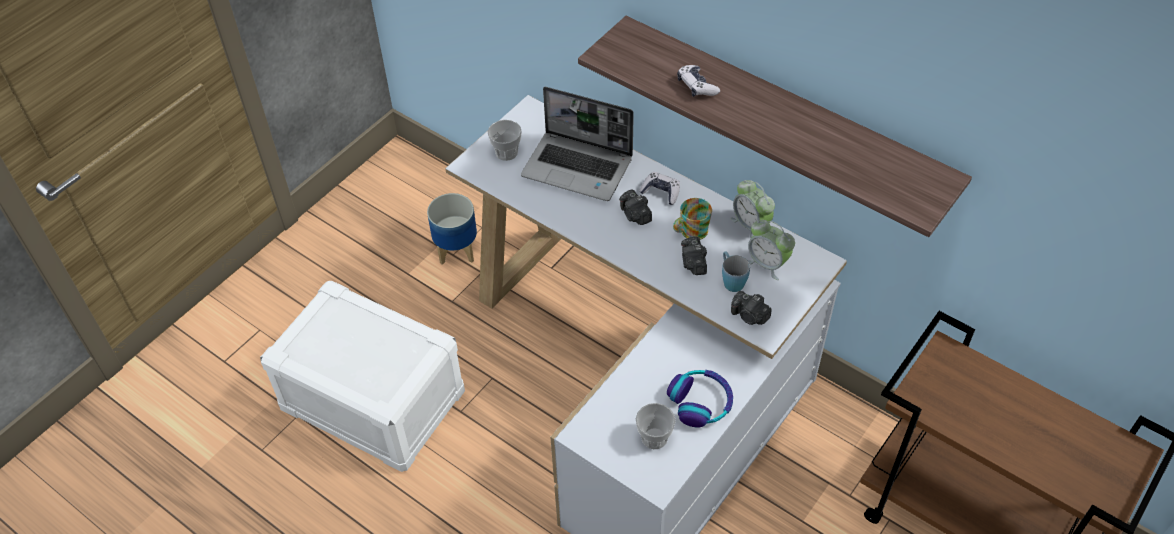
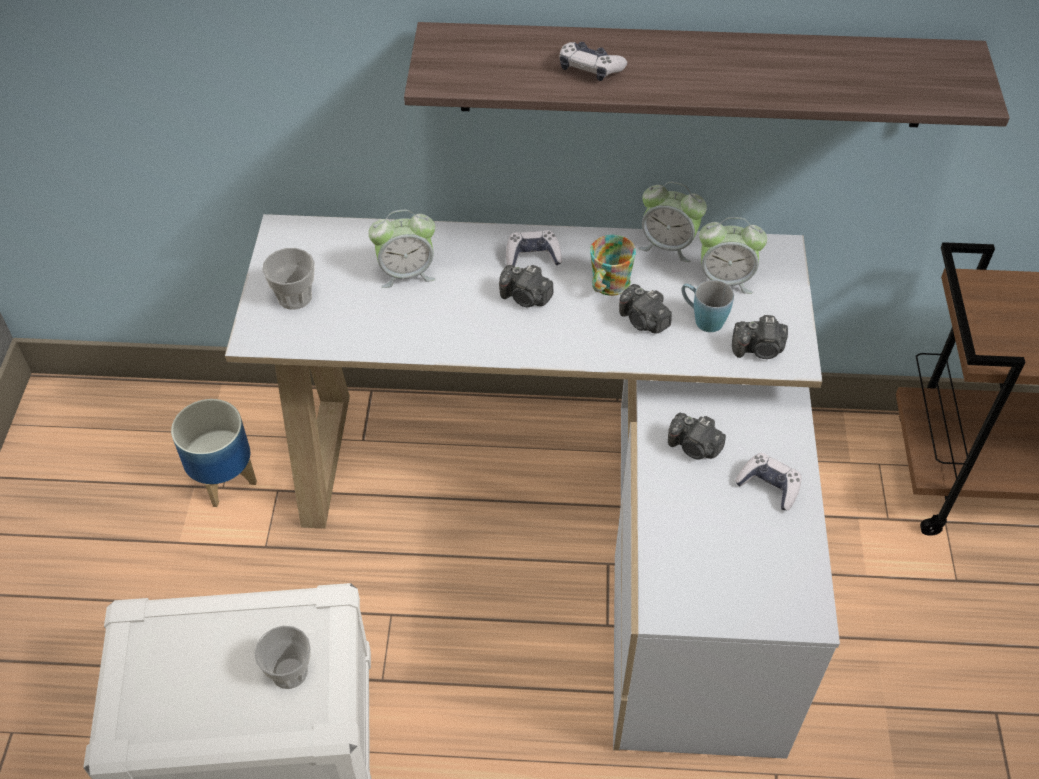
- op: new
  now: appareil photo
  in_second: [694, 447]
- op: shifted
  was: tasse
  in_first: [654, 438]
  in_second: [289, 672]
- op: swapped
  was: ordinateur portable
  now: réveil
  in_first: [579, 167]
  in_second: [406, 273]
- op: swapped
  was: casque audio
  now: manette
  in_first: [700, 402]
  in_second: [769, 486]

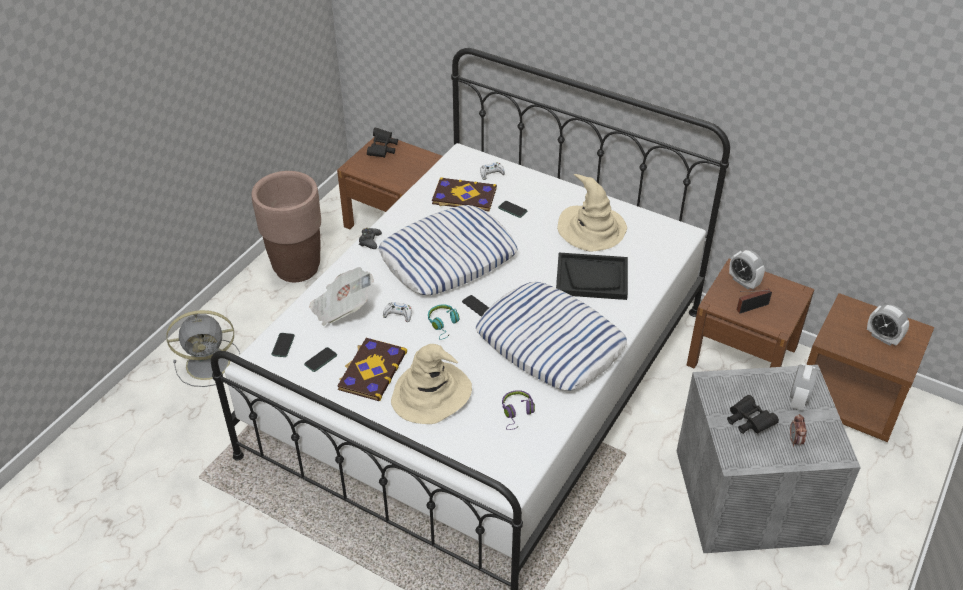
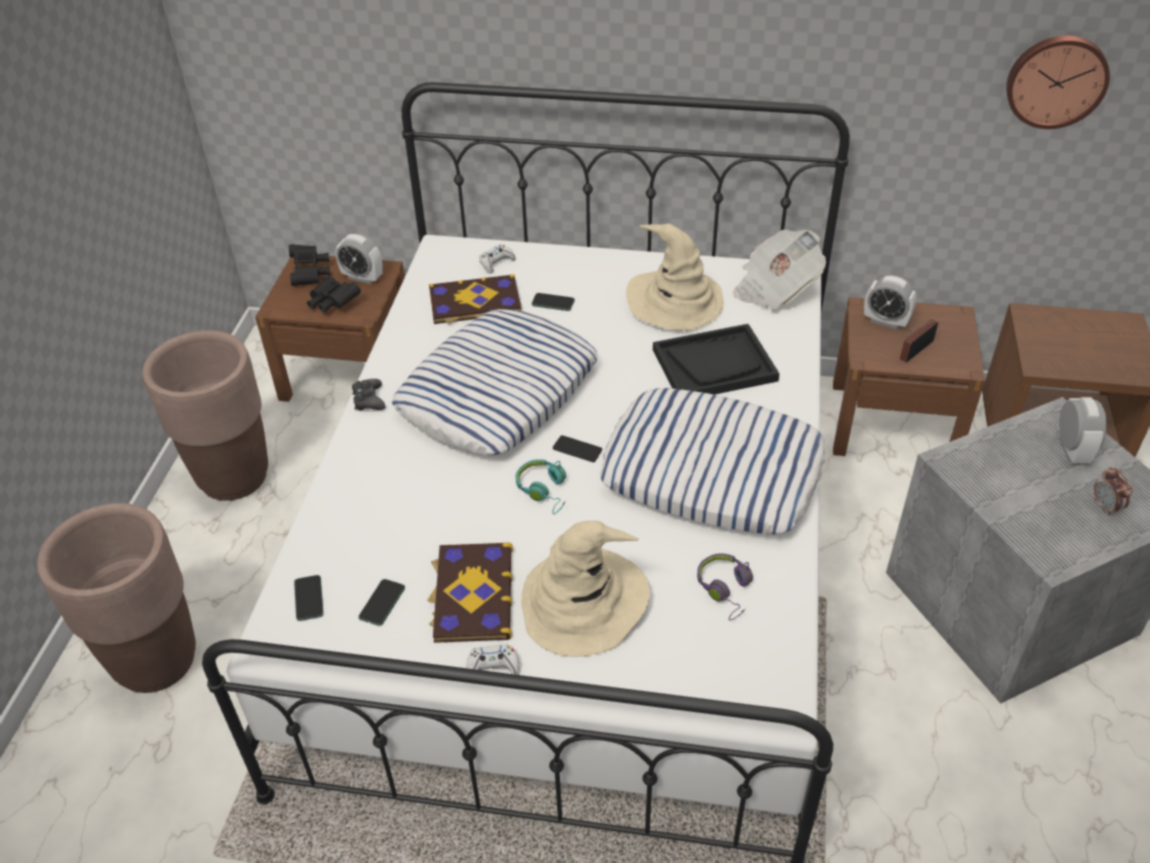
- op: new
  now: horloge murale
  in_second: [1056, 80]
- op: shifted
  was: journal
  in_first: [342, 308]
  in_second: [775, 288]
- op: shifted
  was: manette [blanc]
  in_first: [398, 314]
  in_second: [493, 667]
- op: shifted
  was: jumelles [noir]
  in_first: [748, 422]
  in_second: [332, 303]
- op: shifted
  was: réveil
  in_first: [883, 337]
  in_second: [362, 277]
- op: swapped
  was: ventilateur [gris]
  now: cache-pot [marron]
  in_first: [210, 363]
  in_second: [156, 661]

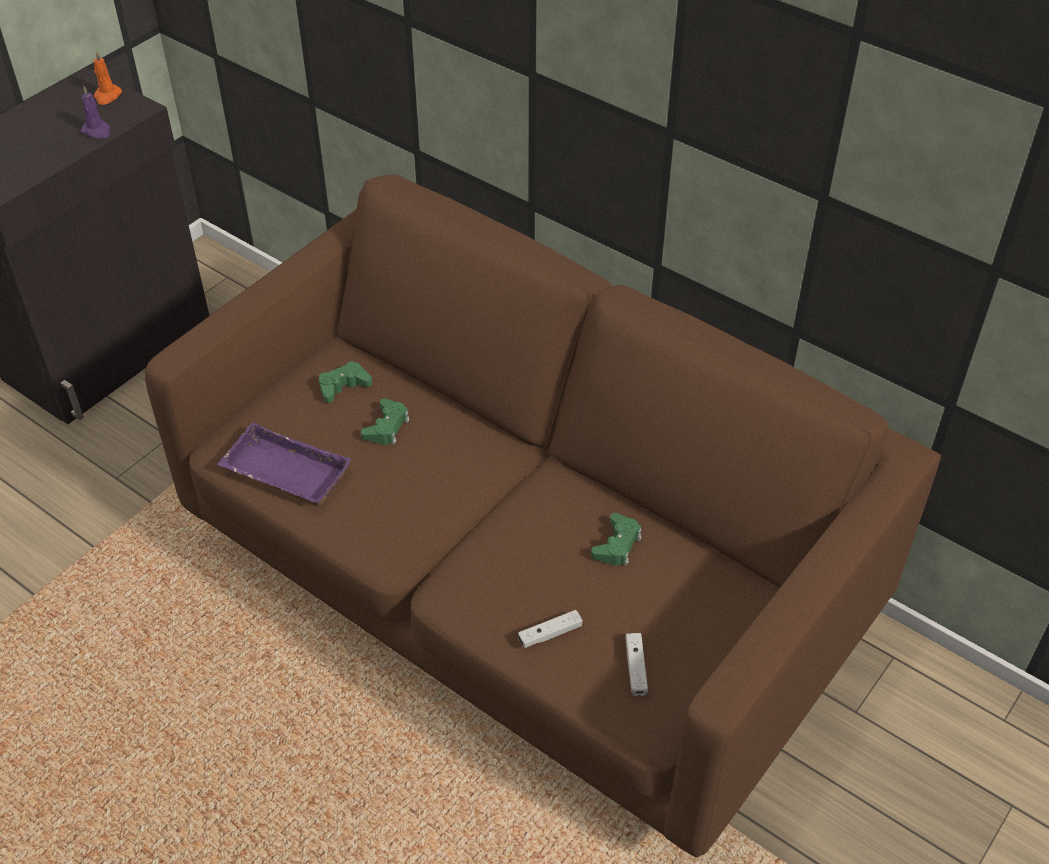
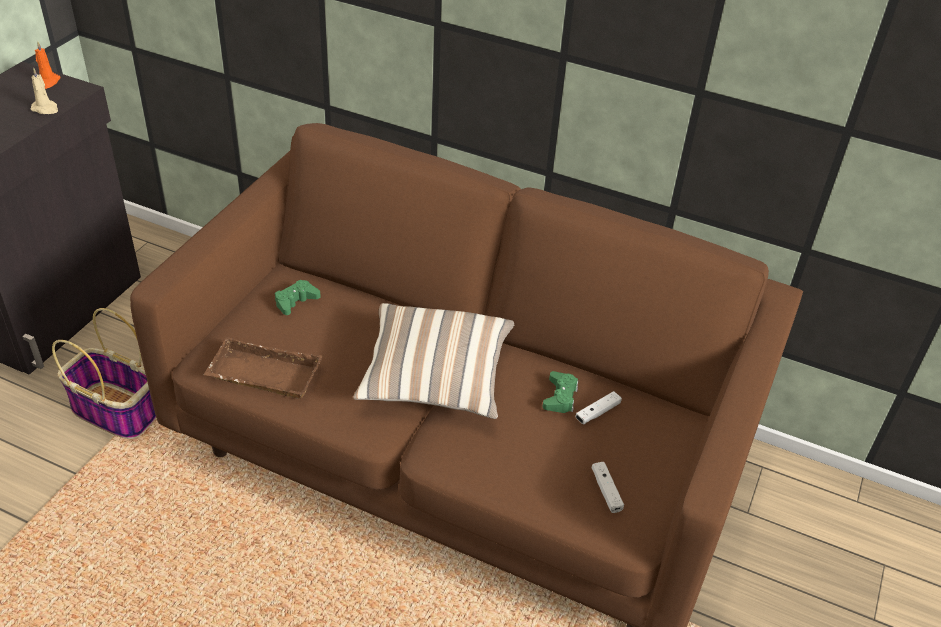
- op: gone
  was: manette [vert]
  in_first: [386, 427]
- op: new
  now: panier
  in_second: [117, 412]
- op: new
  now: coussin
  in_second: [435, 379]
- op: shifted
  was: manette [blanc]
  in_first: [550, 634]
  in_second: [597, 412]
- op: repainted
  was: bougie [violet]
  now: bougie [beige]
  in_first: [97, 131]
  in_second: [45, 109]
- op: repainted
  was: plateau [violet]
  now: plateau [marron]
  in_first: [283, 474]
  in_second: [262, 376]

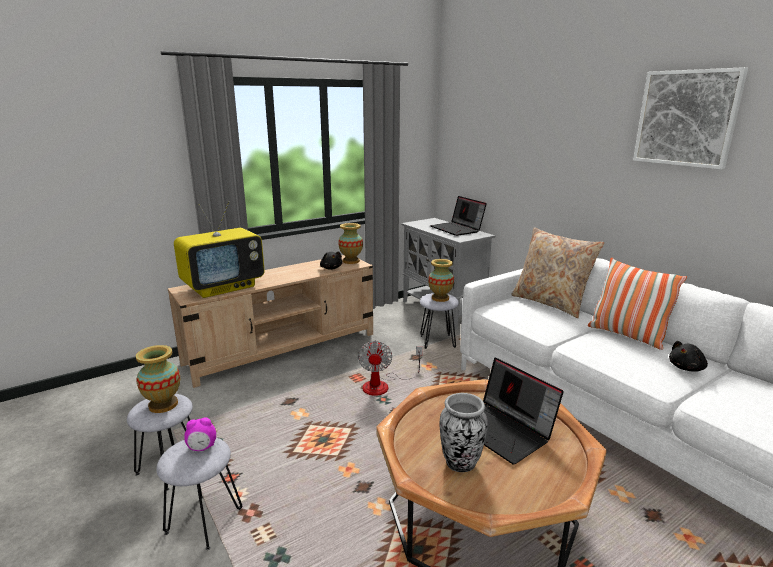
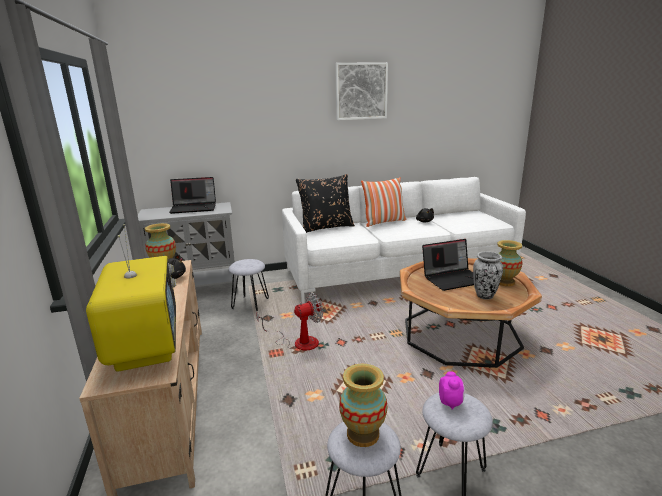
- op: shifted
  was: vase
  in_first: [440, 298]
  in_second: [504, 282]
- op: repainted
  was: coussin [beige]
  now: coussin [noir]
  in_first: [550, 303]
  in_second: [326, 227]
- op: rotated
  was: ventilateur
  in_first: [383, 385]
  in_second: [298, 342]
  clockwise: -45

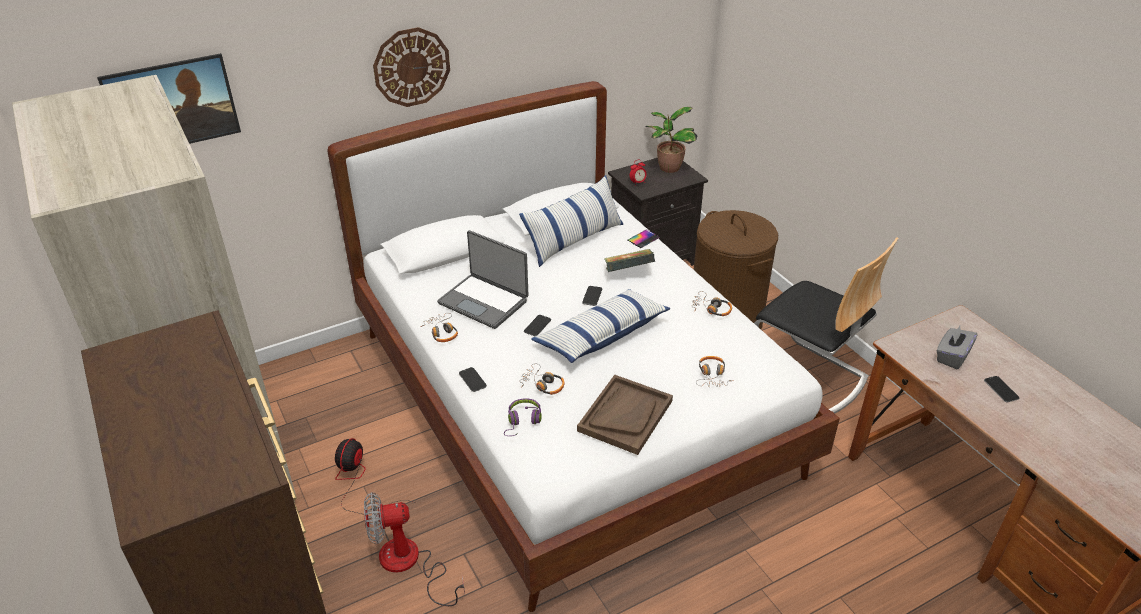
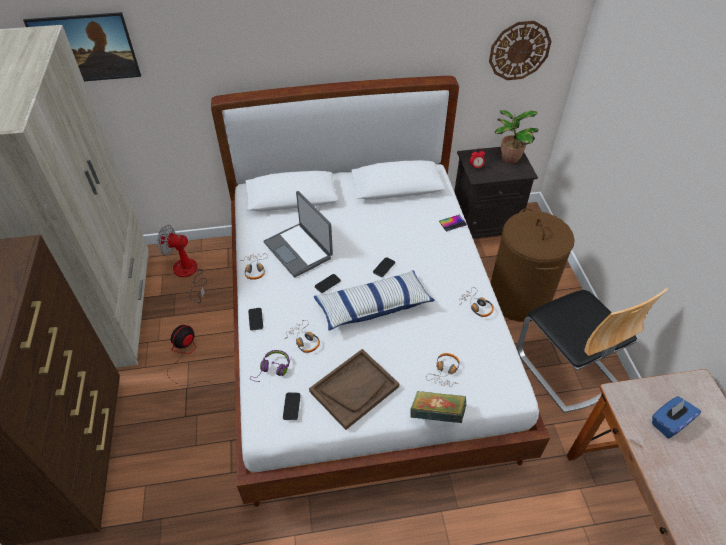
- op: gone
  was: coussin
  in_first: [574, 240]
- op: shifted
  was: ventilateur
  in_first: [409, 564]
  in_second: [188, 274]
- op: shifted
  was: horloge murale
  in_first: [411, 67]
  in_second: [519, 50]
- op: shifted
  was: livre
  in_first: [628, 273]
  in_second: [437, 415]
- op: shifted
  was: téléphone
  in_first: [1001, 389]
  in_second: [291, 406]
- op: repainted
  was: boîte à mouchoirs [gris]
  now: boîte à mouchoirs [bleu]
  in_first: [952, 356]
  in_second: [669, 422]

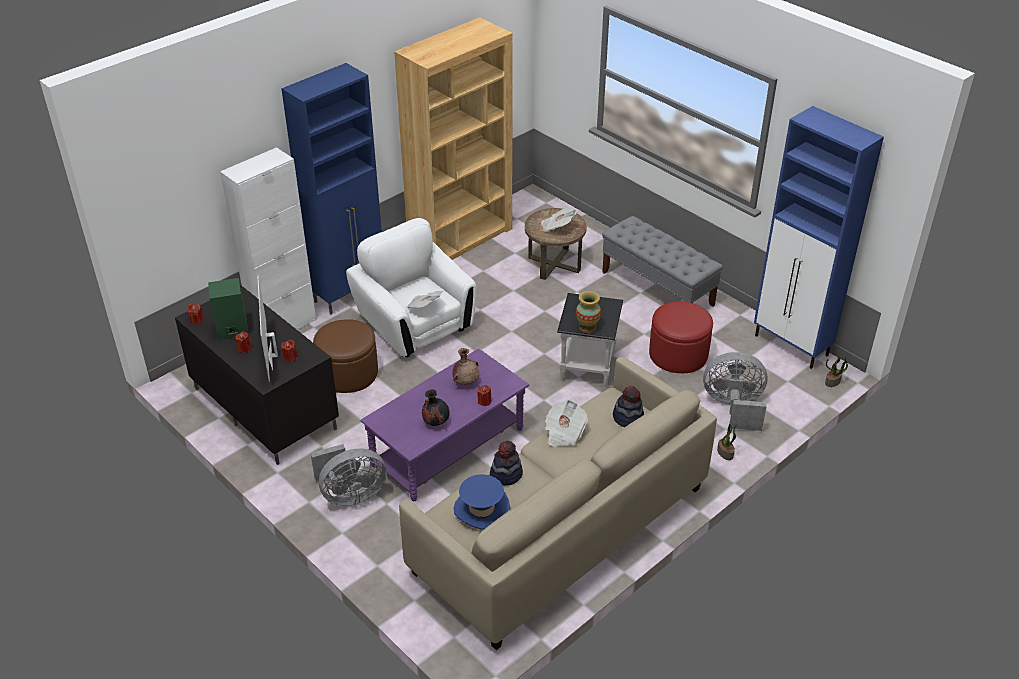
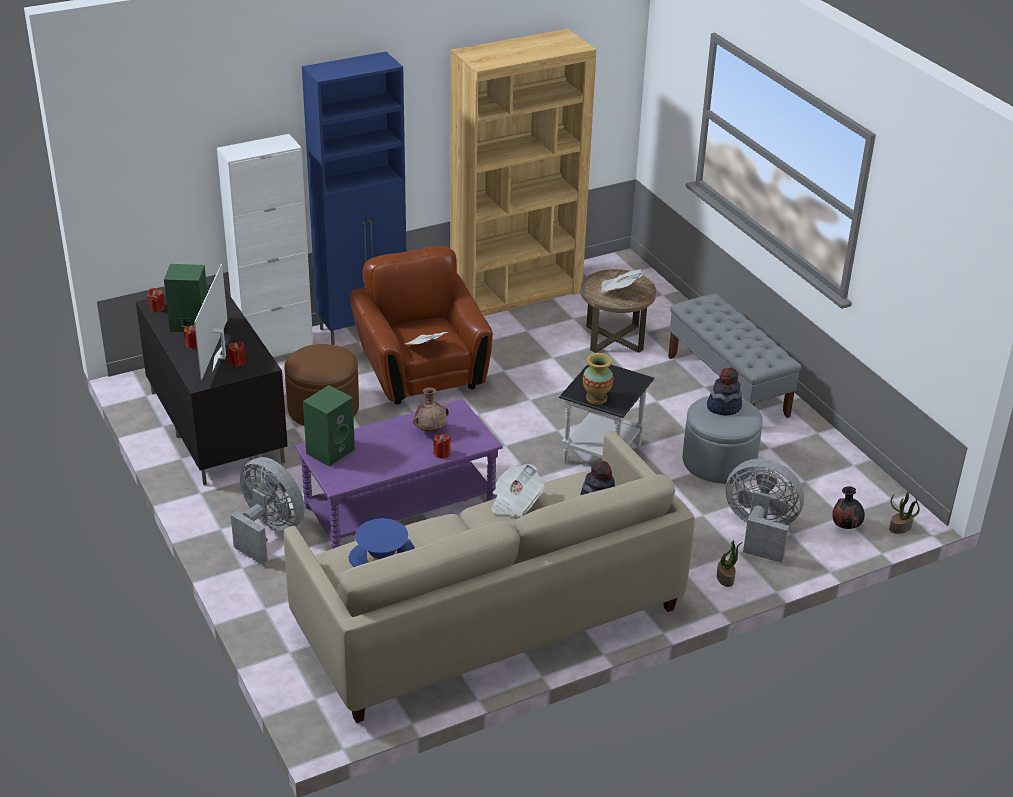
- op: gone
  was: meuble de rangement [bleu]
  in_first: [792, 346]
- op: new
  now: enceinte [vert]
  in_second: [330, 450]
- op: shifted
  was: vase [noir]
  in_first: [435, 422]
  in_second: [845, 525]
- op: shifted
  was: chapeau
  in_first: [505, 474]
  in_second: [723, 406]
- op: repainted
  was: fauteuil [blanc]
  now: fauteuil [marron]
  in_first: [415, 324]
  in_second: [421, 372]
- op: repainted
  was: pouf [rouge]
  now: pouf [gris]
  in_first: [678, 354]
  in_second: [719, 461]
- op: rotated
  was: ventilateur [gris]
  in_first: [350, 495]
  in_second: [269, 531]
  clockwise: -135

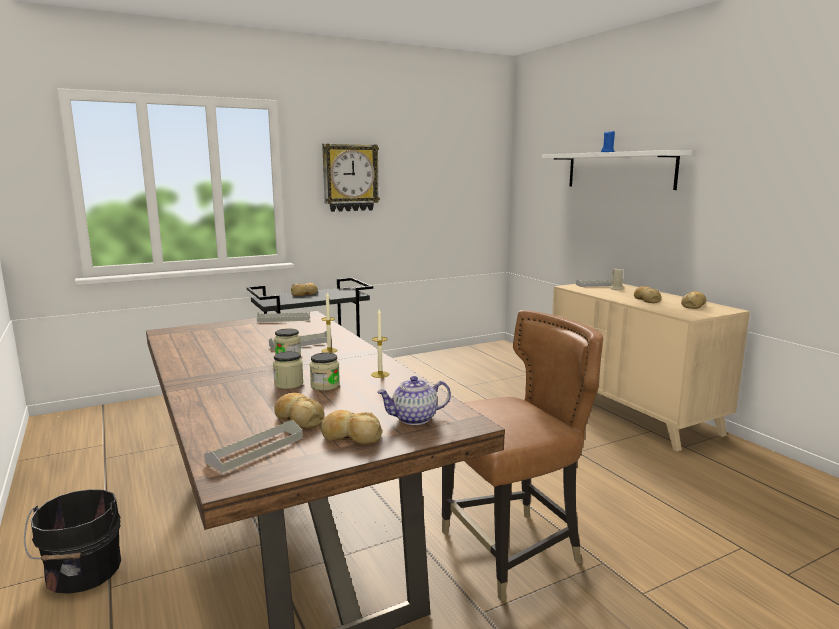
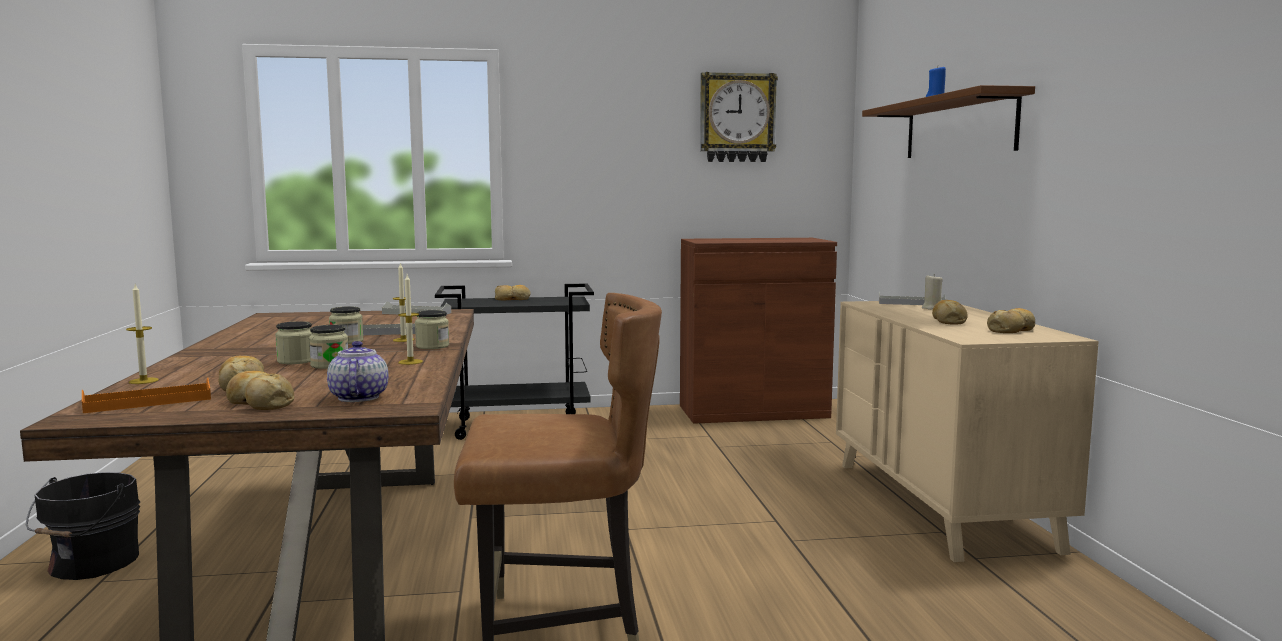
- op: new
  now: bougie
  in_second: [143, 381]
- op: new
  now: bocal
  in_second: [432, 346]
- op: new
  now: meuble de rangement [marron]
  in_second: [753, 411]
- op: shifted
  was: horloge murale
  in_first: [350, 178]
  in_second: [737, 118]
- op: repainted
  was: plateau [gris]
  now: plateau [orange]
  in_first: [255, 450]
  in_second: [148, 402]
- op: repainted
  was: étagère [blanc]
  now: étagère [marron]
  in_first: [619, 170]
  in_second: [958, 127]
- op: rotated
  was: théière
  in_first: [414, 419]
  in_second: [358, 397]
  clockwise: 75

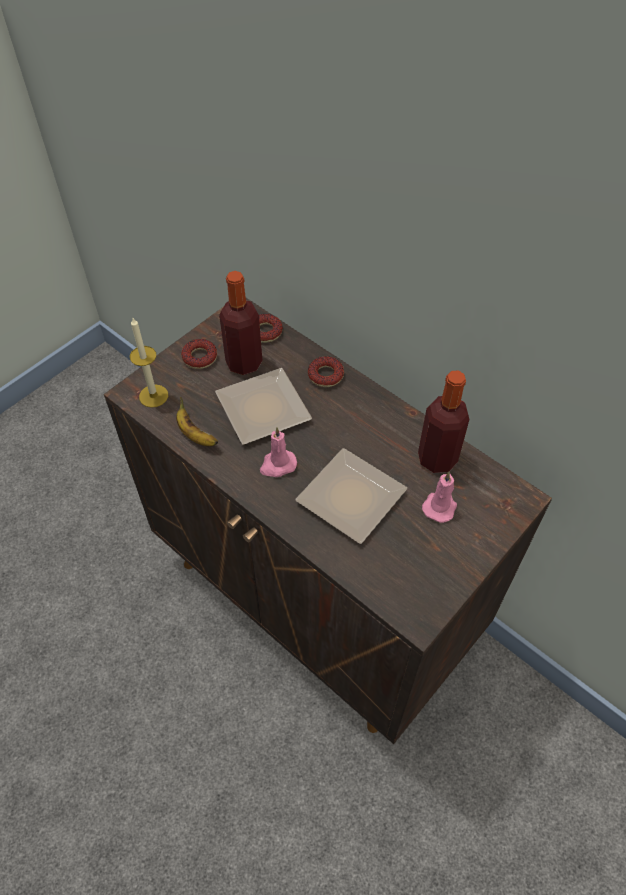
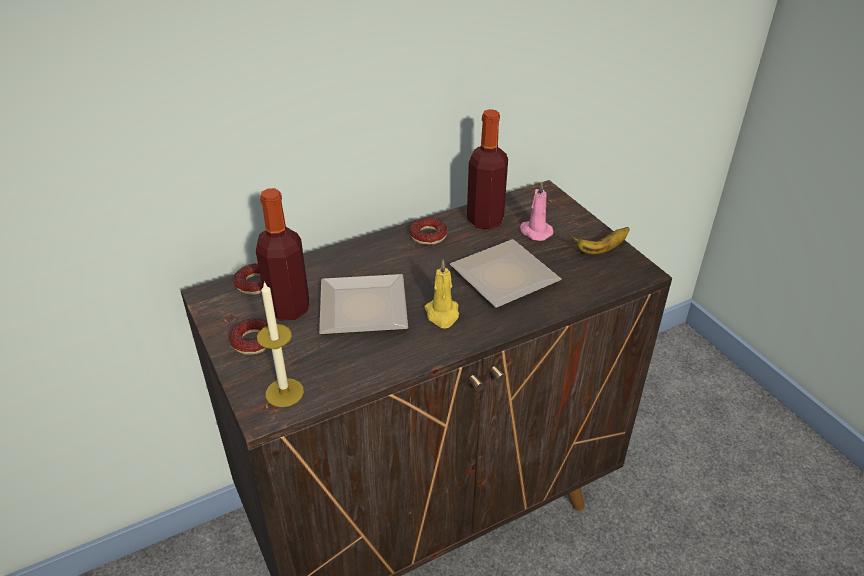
- op: shifted
  was: banane
  in_first: [195, 435]
  in_second: [600, 250]
- op: shifted
  was: beignet
  in_first: [325, 375]
  in_second: [428, 236]
- op: repainted
  was: bougie [rose]
  now: bougie [jaune]
  in_first: [277, 465]
  in_second: [442, 314]

